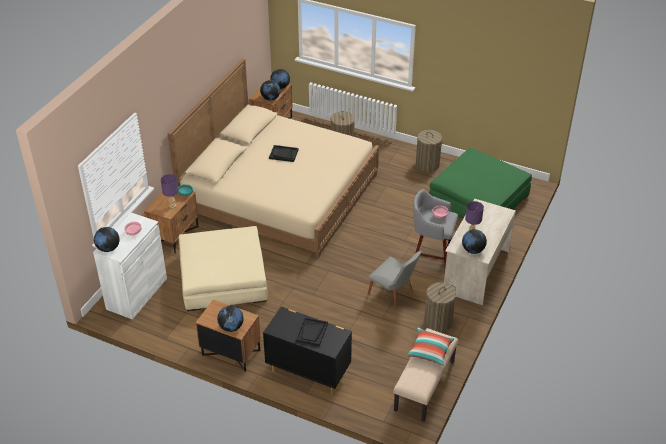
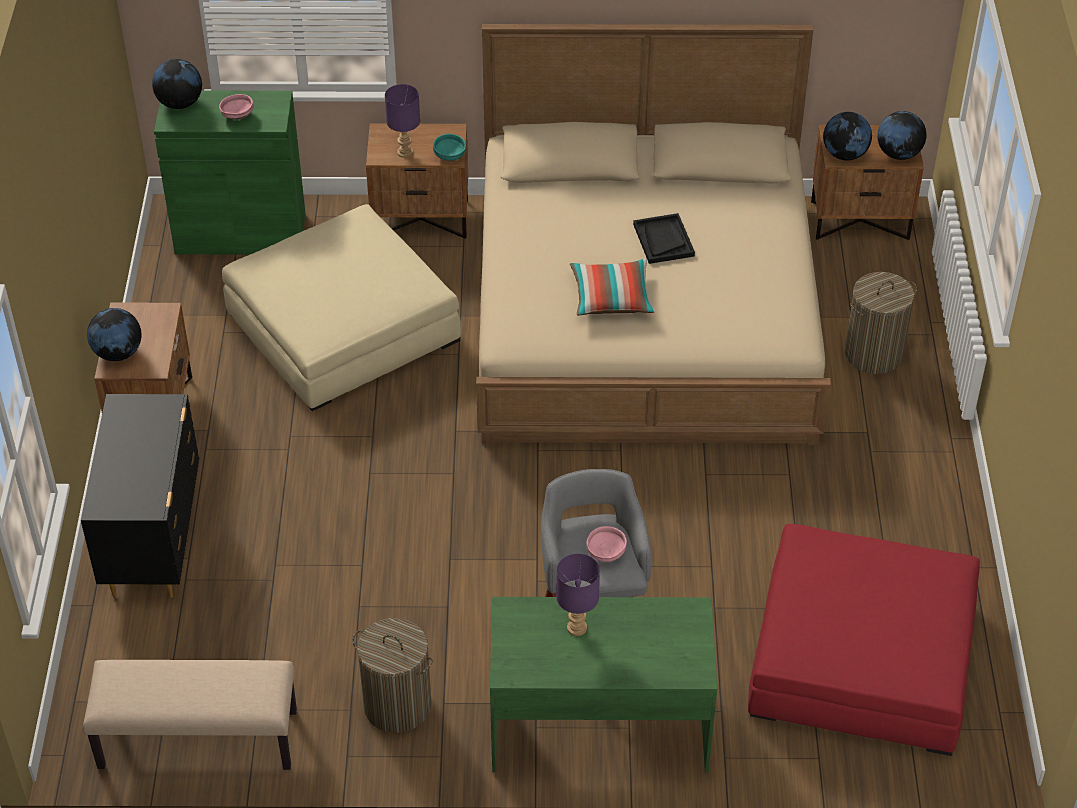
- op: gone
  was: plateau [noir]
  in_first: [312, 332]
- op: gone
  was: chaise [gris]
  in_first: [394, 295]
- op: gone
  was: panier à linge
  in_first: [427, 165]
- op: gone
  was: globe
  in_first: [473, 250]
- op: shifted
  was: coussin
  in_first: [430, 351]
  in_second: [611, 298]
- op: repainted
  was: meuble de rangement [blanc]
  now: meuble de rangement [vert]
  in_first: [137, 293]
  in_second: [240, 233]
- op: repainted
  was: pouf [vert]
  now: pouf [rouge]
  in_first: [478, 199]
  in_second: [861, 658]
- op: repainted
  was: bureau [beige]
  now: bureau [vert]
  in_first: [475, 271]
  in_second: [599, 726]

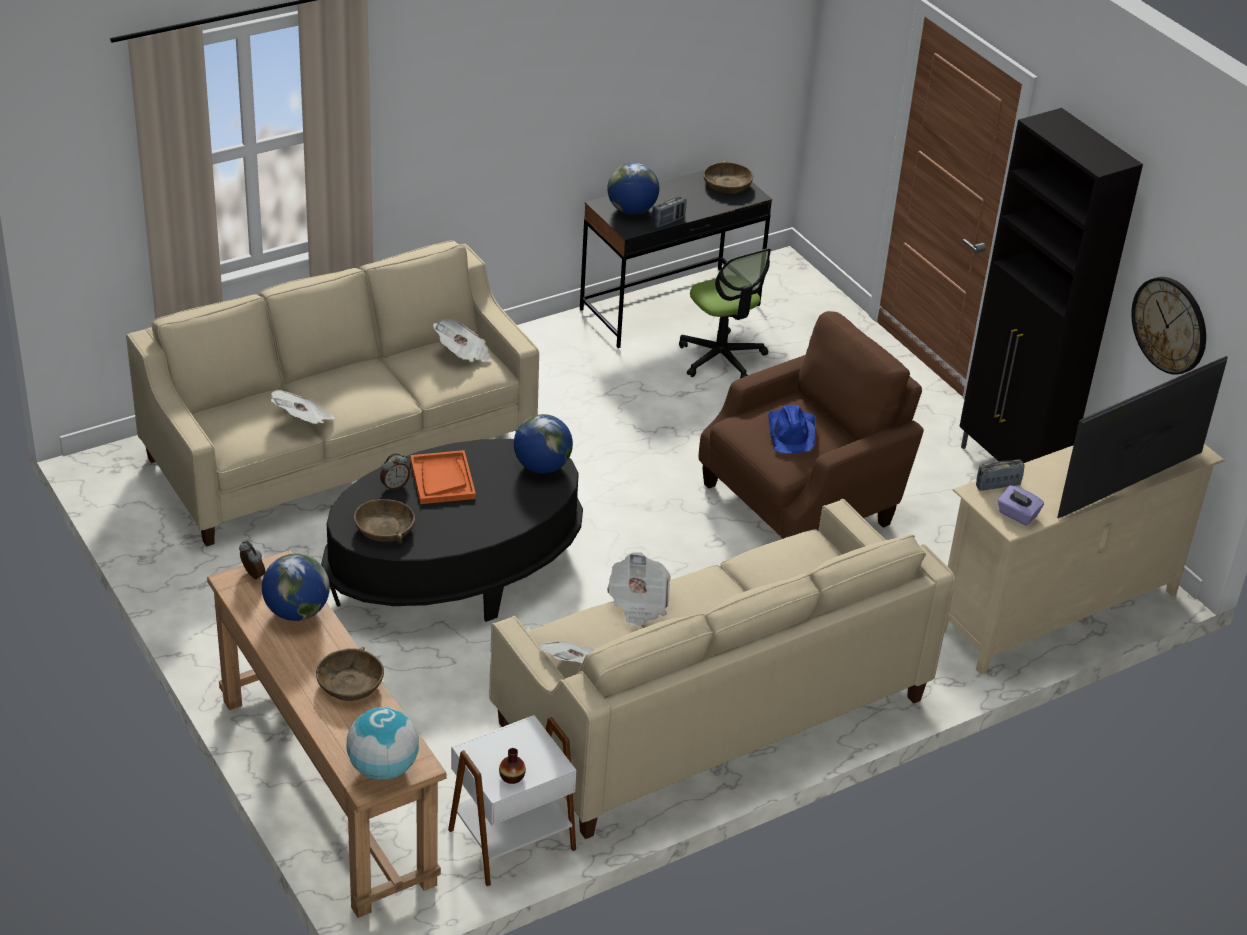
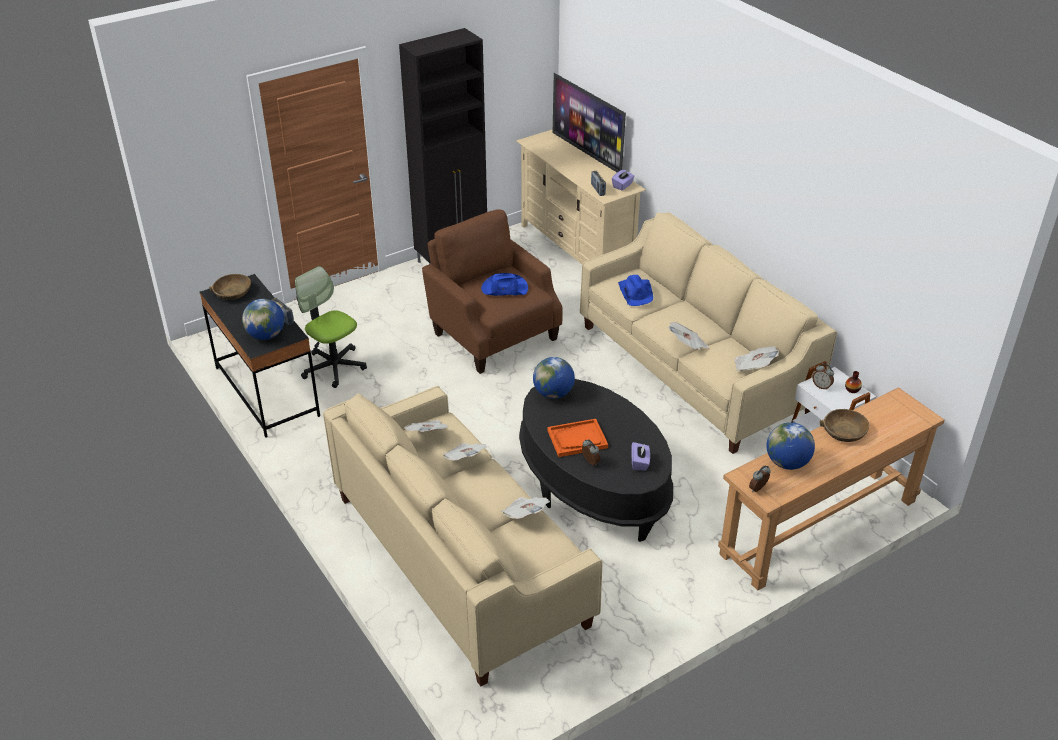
- op: gone
  was: globe
  in_first: [383, 769]
- op: gone
  was: horloge murale
  in_first: [1170, 325]
- op: new
  now: journal
  in_second: [465, 459]
- op: new
  now: chapeau [bleu]
  in_second: [636, 293]
- op: new
  now: réveil
  in_second: [821, 386]
- op: swapped
  was: bol [marron]
  now: boîte à mouchoirs [violet]
  in_first: [385, 529]
  in_second: [640, 463]
- op: rotated
  was: chaise de bureau
  in_first: [721, 358]
  in_second: [334, 367]
  clockwise: -105

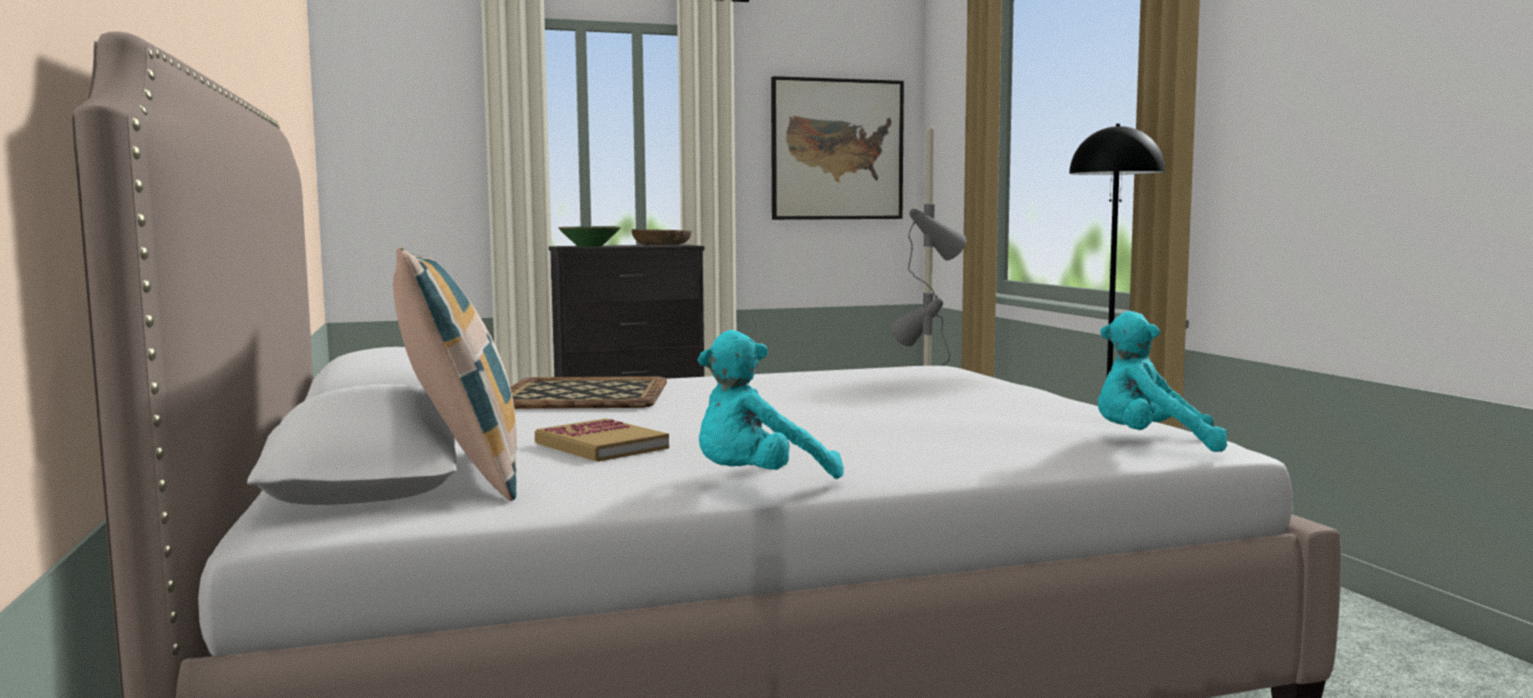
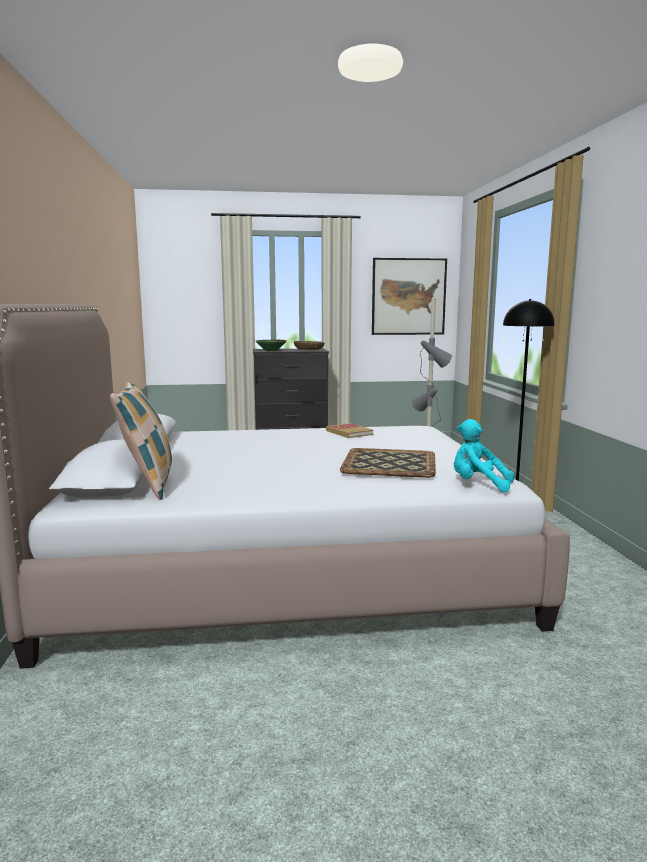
- op: gone
  was: peluche [turquoise]
  in_first: [758, 484]
- op: shifted
  was: plateau
  in_first: [581, 395]
  in_second: [388, 463]
- op: shifted
  was: livre
  in_first: [601, 446]
  in_second: [349, 433]

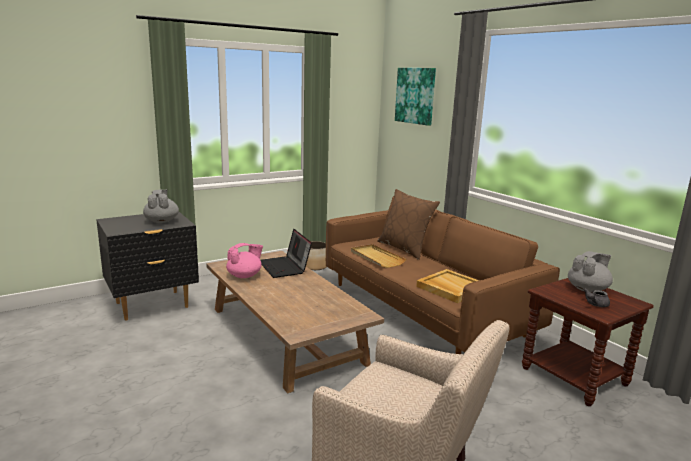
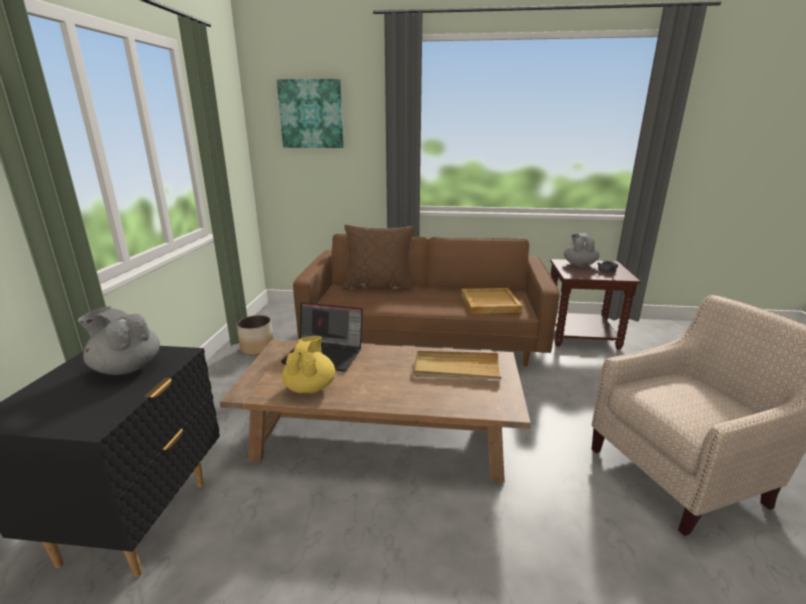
- op: shifted
  was: plateau [beige]
  in_first: [376, 258]
  in_second: [456, 368]
- op: repainted
  was: théière [rose]
  now: théière [jaune]
  in_first: [245, 276]
  in_second: [310, 387]

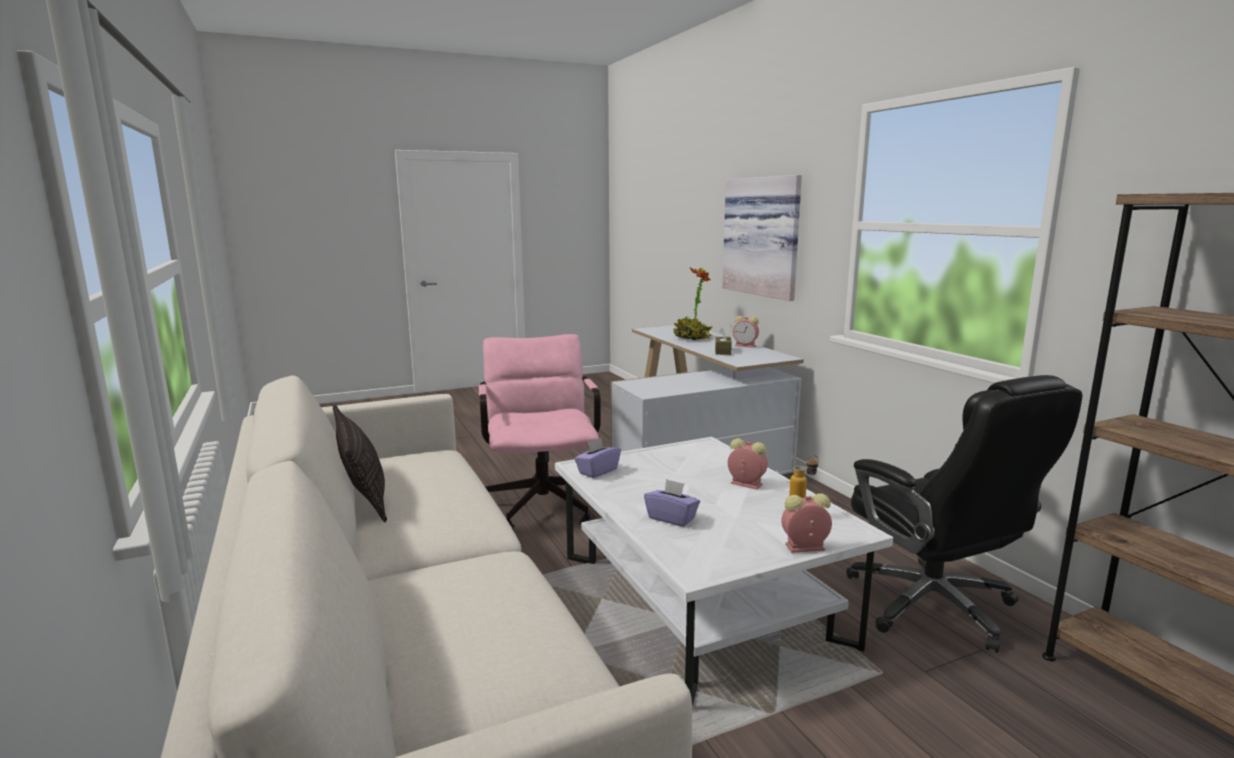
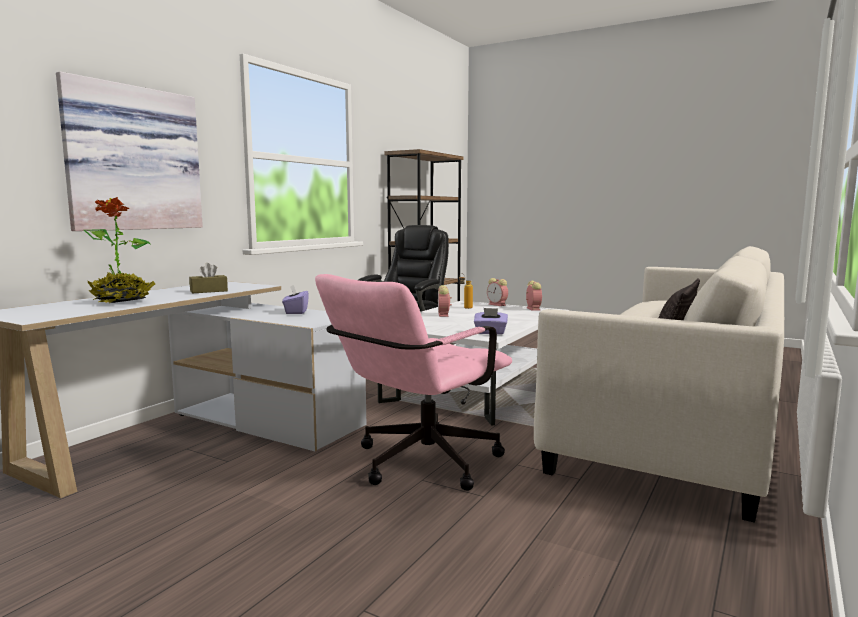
- op: shifted
  was: boîte à mouchoirs [violet]
  in_first: [672, 518]
  in_second: [296, 312]
- op: shifted
  was: réveil
  in_first: [746, 345]
  in_second: [532, 308]

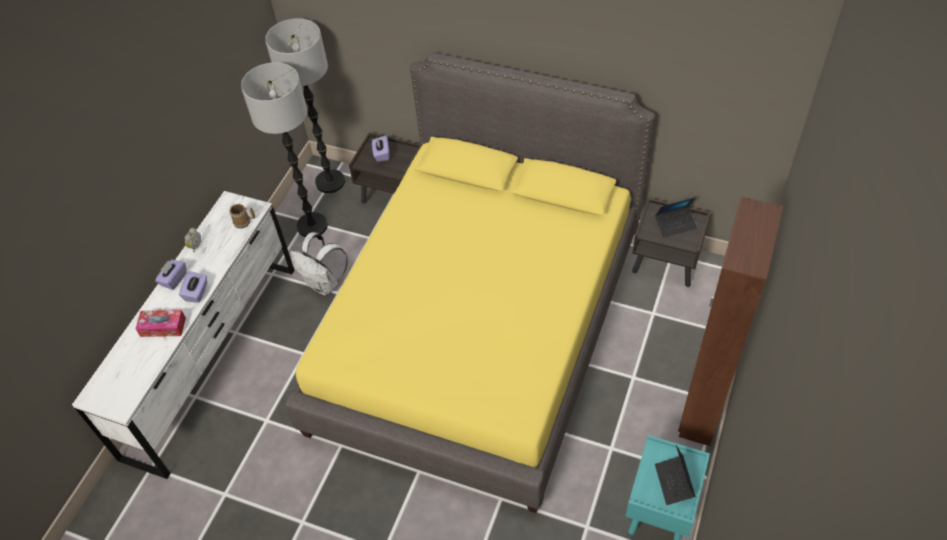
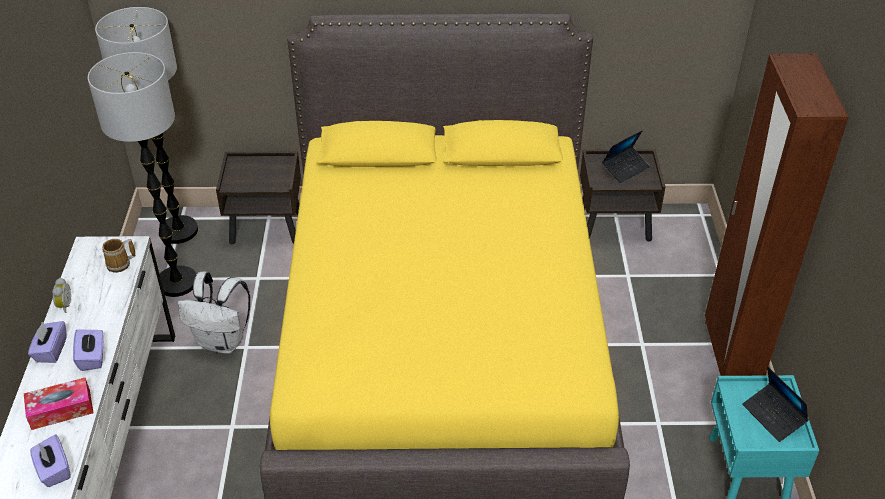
- op: shifted
  was: boîte à mouchoirs [violet]
  in_first: [381, 154]
  in_second: [54, 470]

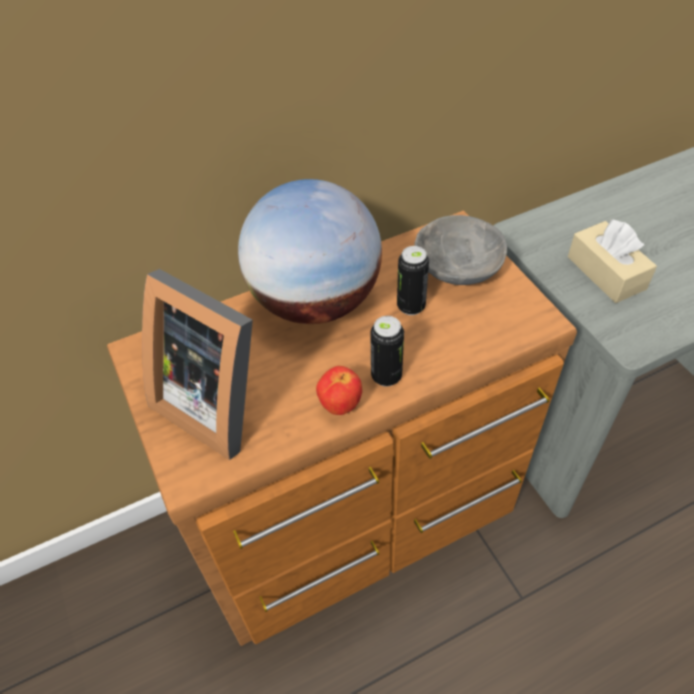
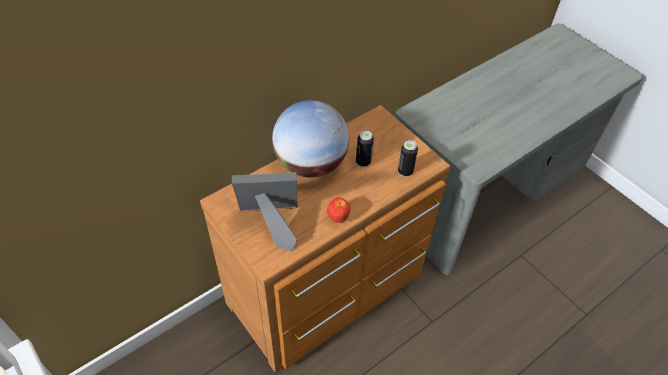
- op: gone
  was: bol [gris]
  in_first: [456, 269]
- op: gone
  was: boîte à mouchoirs [beige]
  in_first: [606, 273]
- op: shifted
  was: boîte métallique
  in_first: [386, 376]
  in_second: [405, 171]
- op: rotated
  was: cadre photo
  in_first: [216, 400]
  in_second: [271, 223]
  clockwise: 150

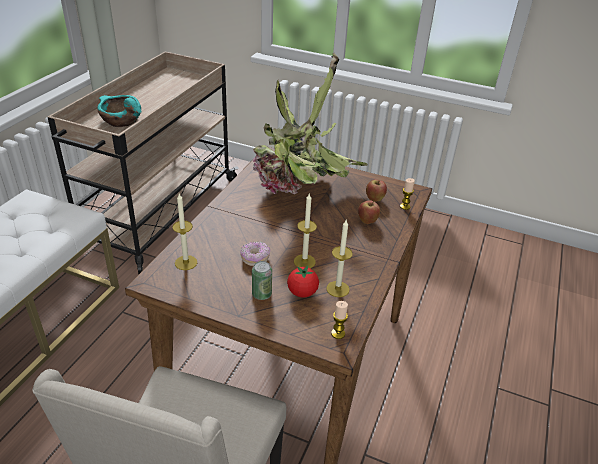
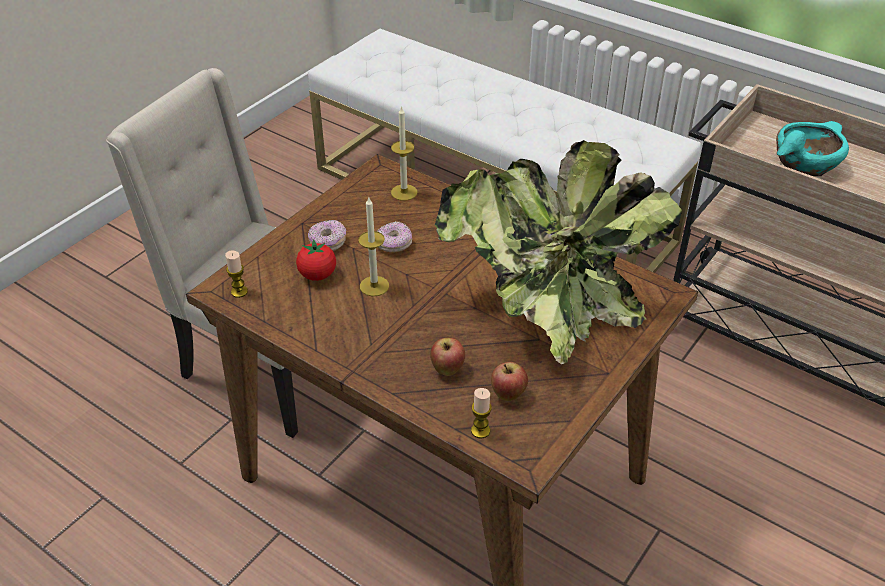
- op: gone
  was: bougie
  in_first: [337, 289]
- op: swapped
  was: boîte métallique
  now: beignet
  in_first: [261, 294]
  in_second: [328, 243]

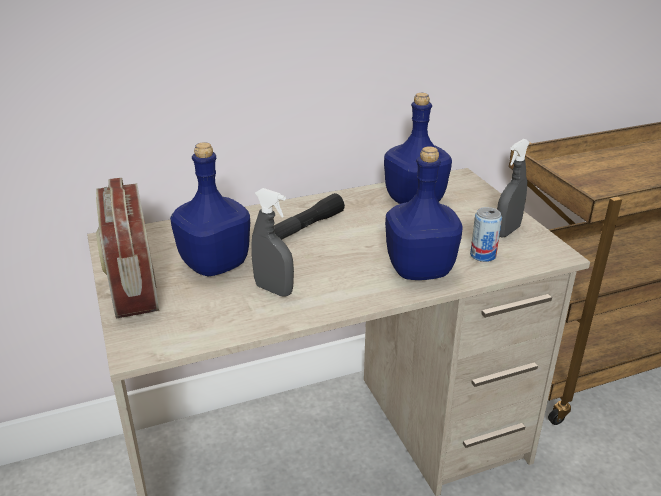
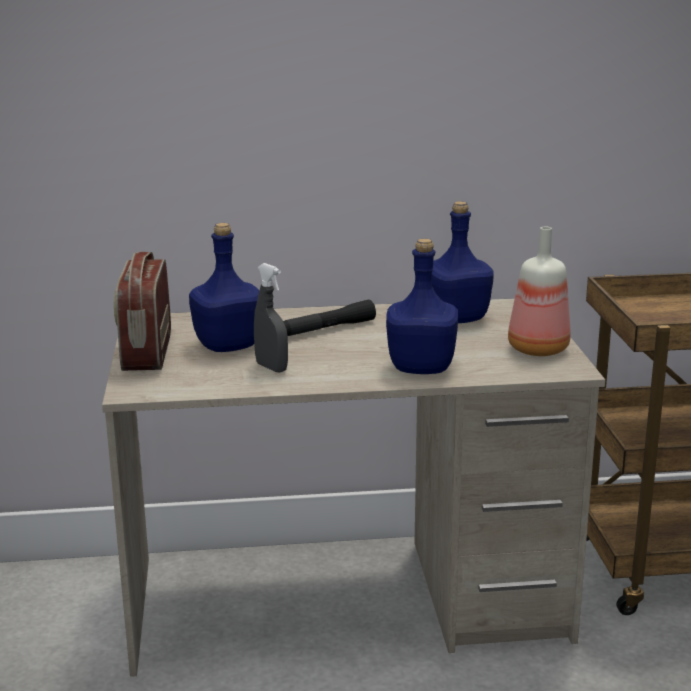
- op: gone
  was: boîte métallique
  in_first: [483, 255]
- op: swapped
  was: vaporisateur [gris]
  now: bouteille
  in_first: [507, 231]
  in_second: [536, 349]

